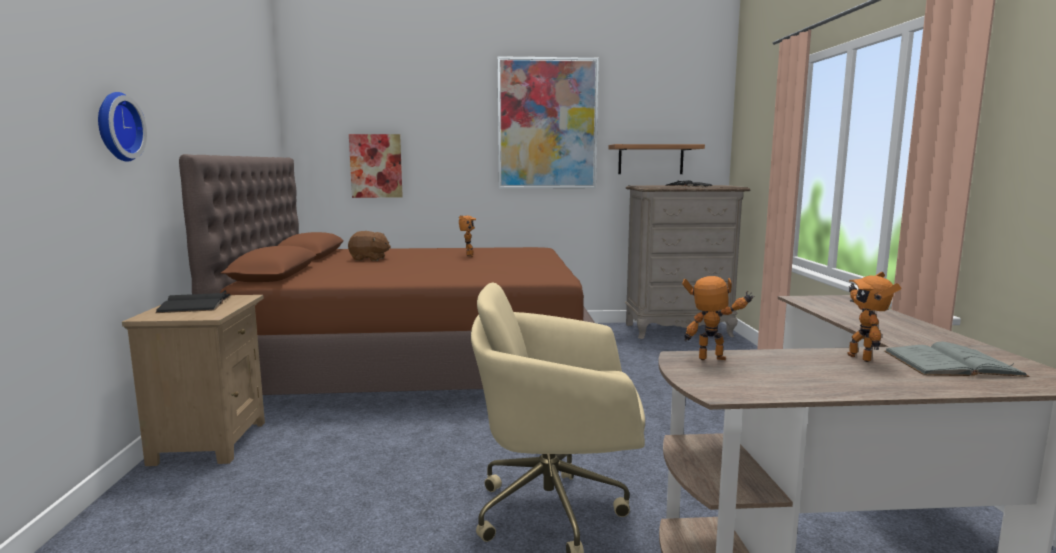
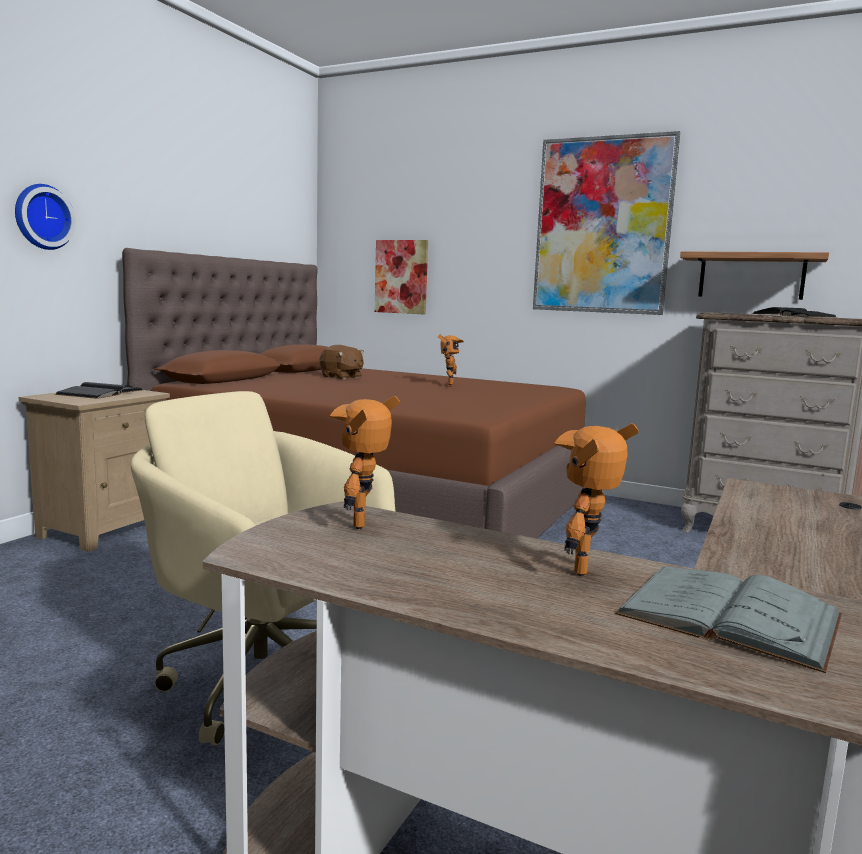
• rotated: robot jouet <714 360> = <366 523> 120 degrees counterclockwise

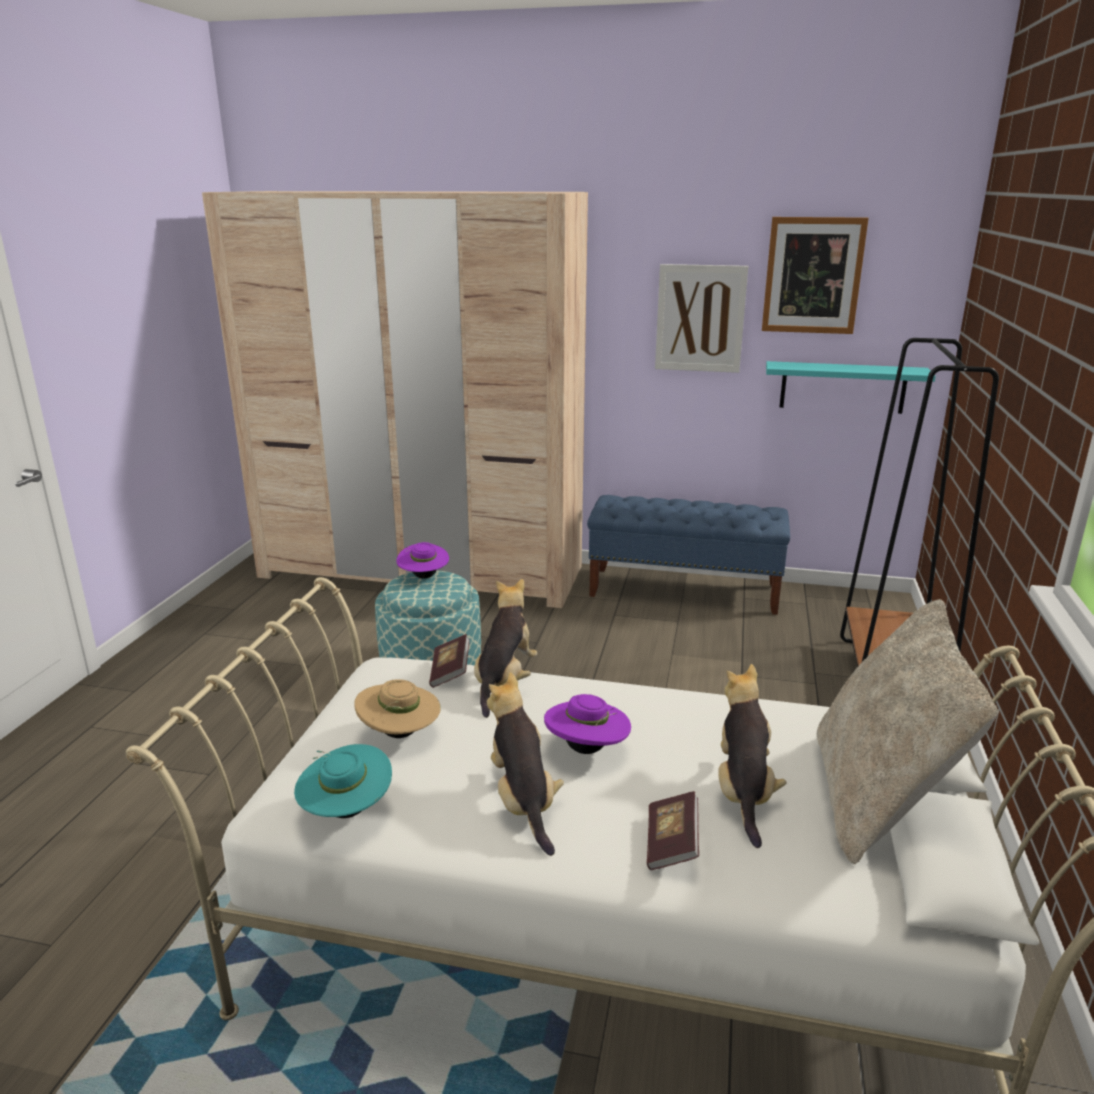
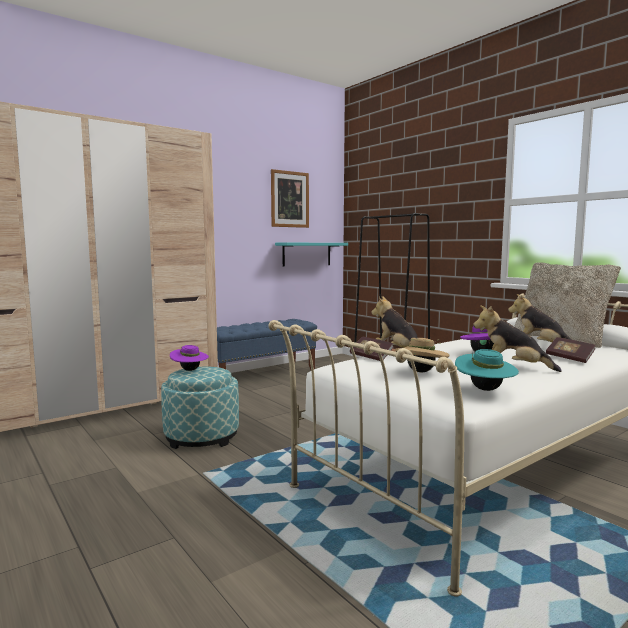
• gone: tableau <700 318>

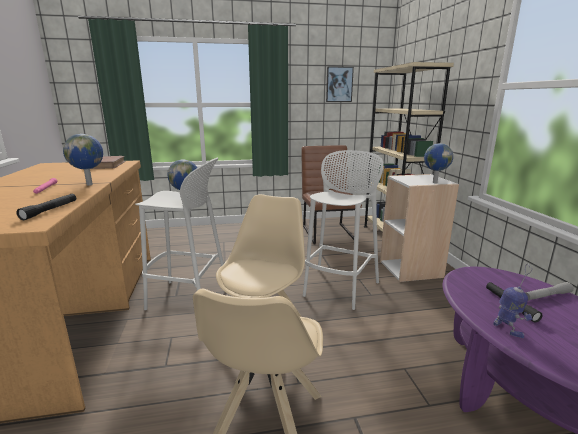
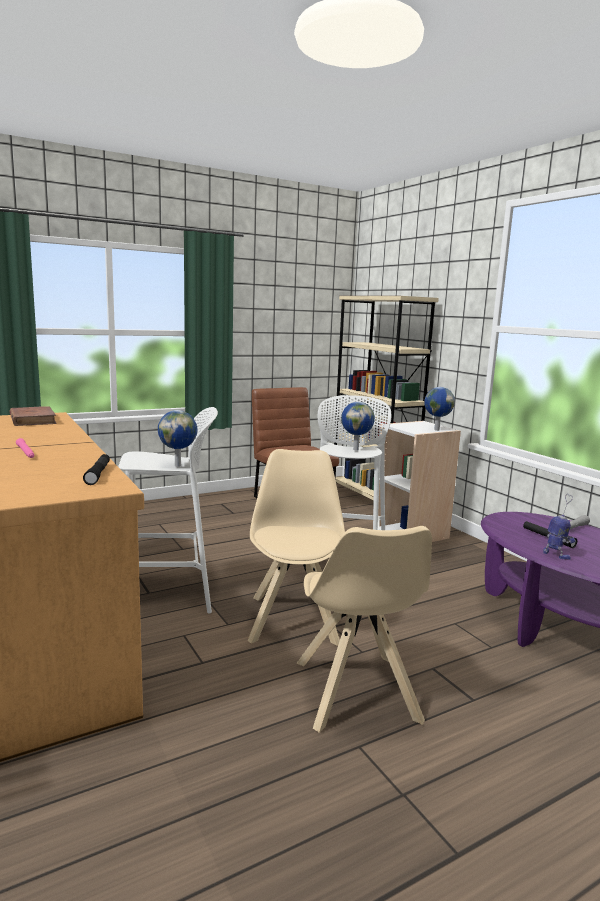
• gone: tableau <339 84>
• shifted: globe <90 184> to <356 449>

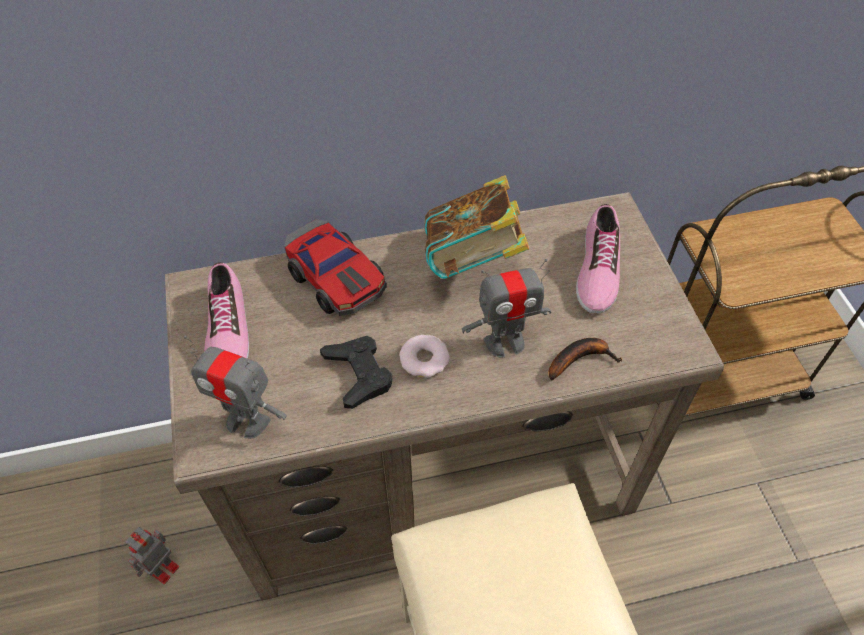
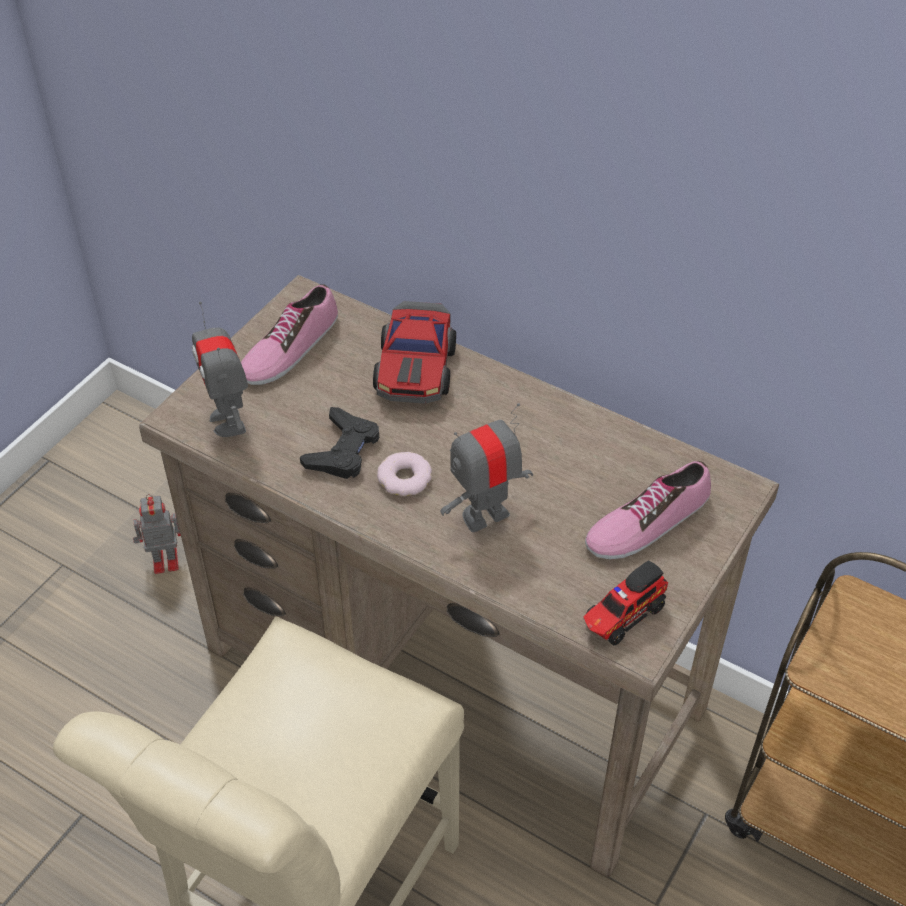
• gone: livre <473 260>
• rotated: robot jouet <505 342> = <485 516> 120 degrees clockwise
• gone: banane <580 359>
• new: camion jouet <622 616>

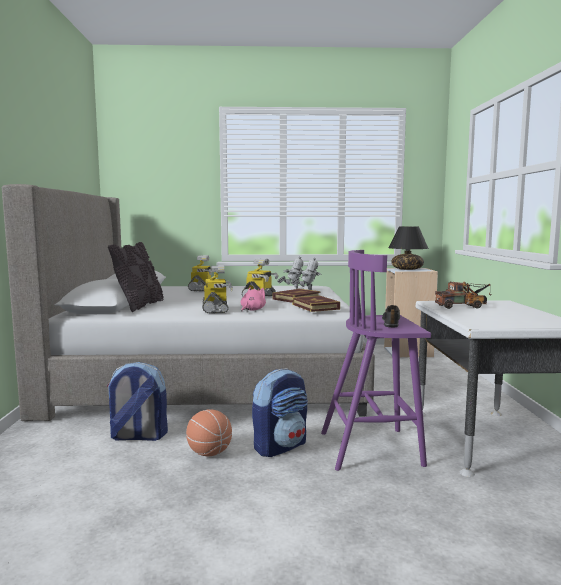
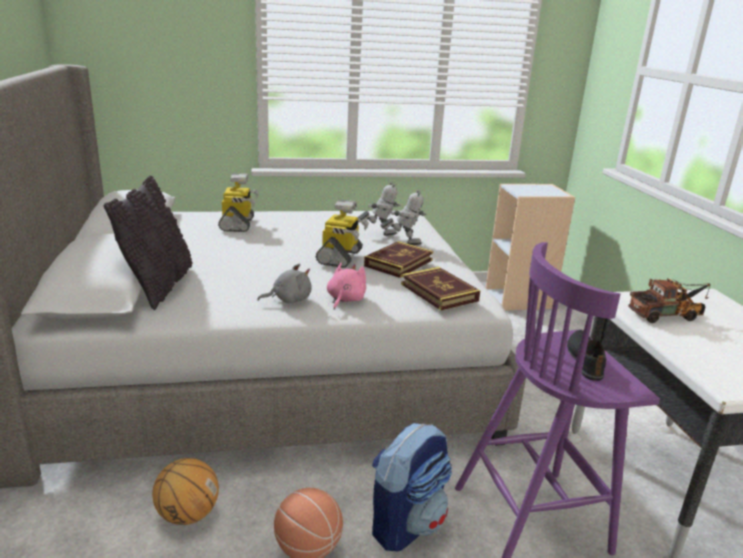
• gone: lampe de table [noir] <407 269>
• swapped: robot jouet <216 309> to peluche [gris] <289 300>
• swapped: sac à dos <138 436> to ballon de basket <187 515>

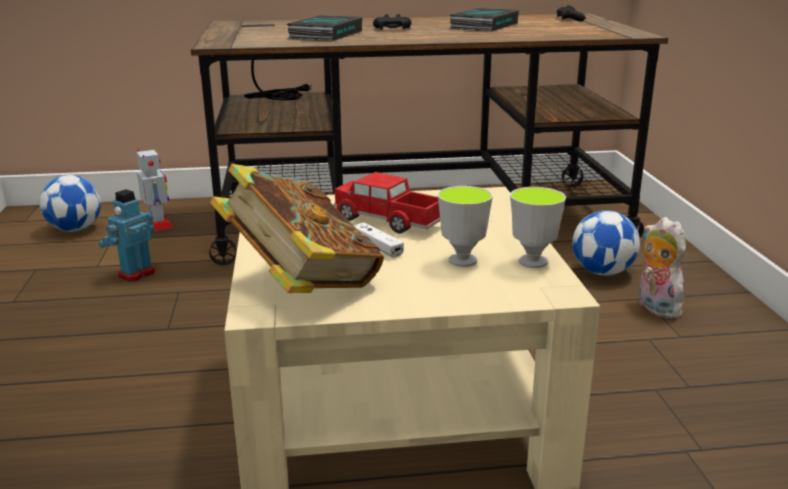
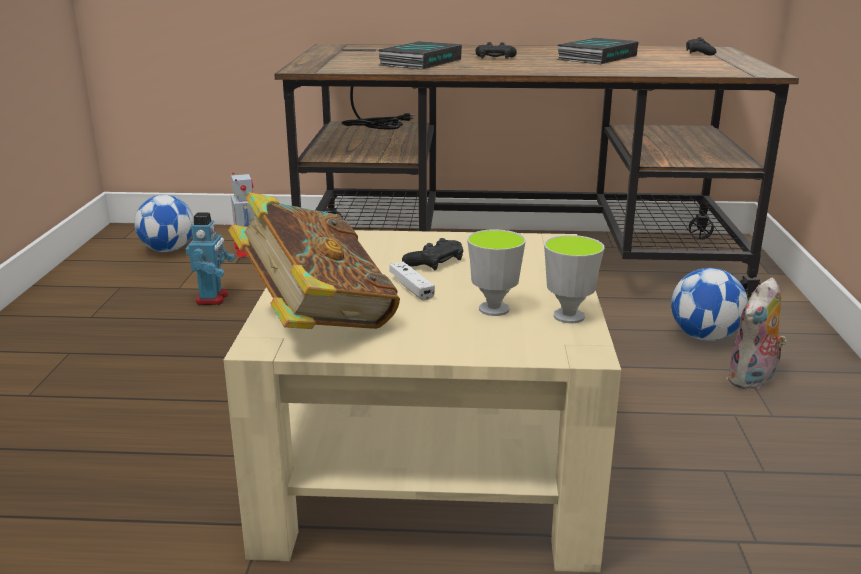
• swapped: camion jouet <388 221> to manette [noir] <434 262>
• rotated: robot jouet <135 273> = <213 298> 135 degrees clockwise
• rotated: peluche <654 308> = <752 381> 120 degrees counterclockwise

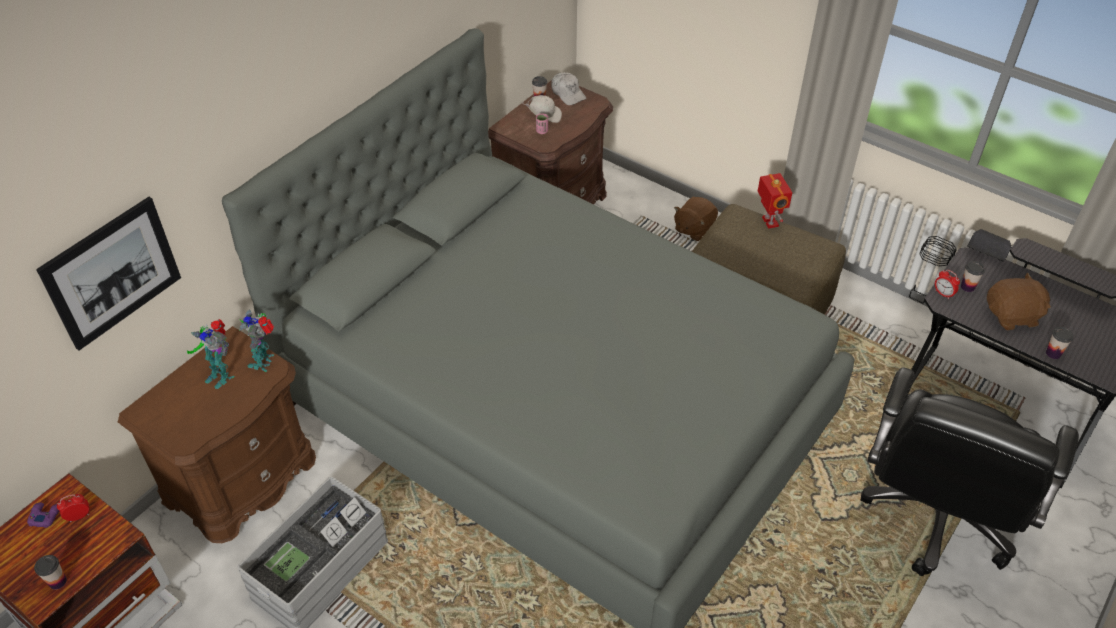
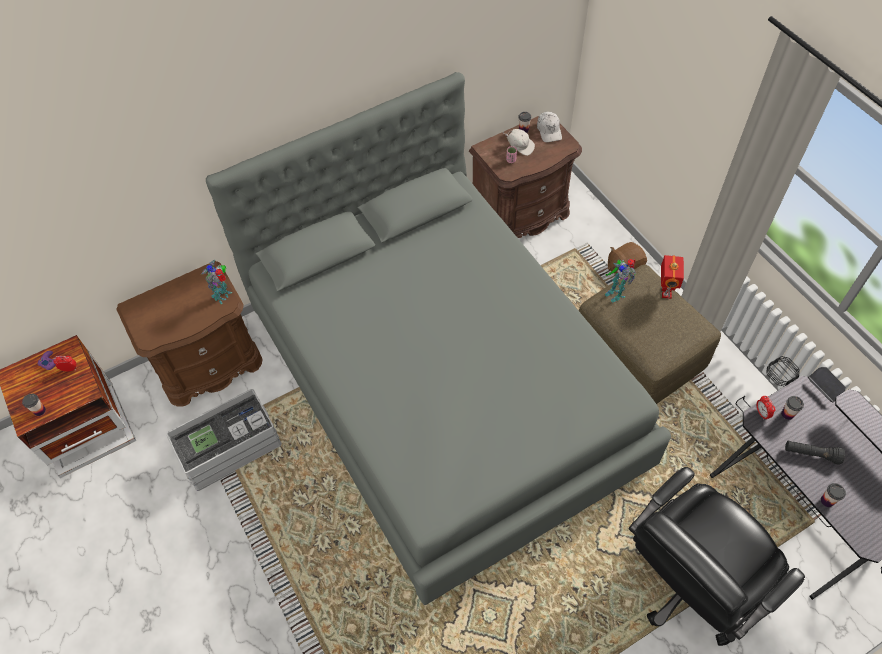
• gone: tableau <112 273>
• swapped: peluche [marron] <1012 316> to lampe de poche [noir] <811 454>
• shifted: robot jouet <220 375> to <615 293>

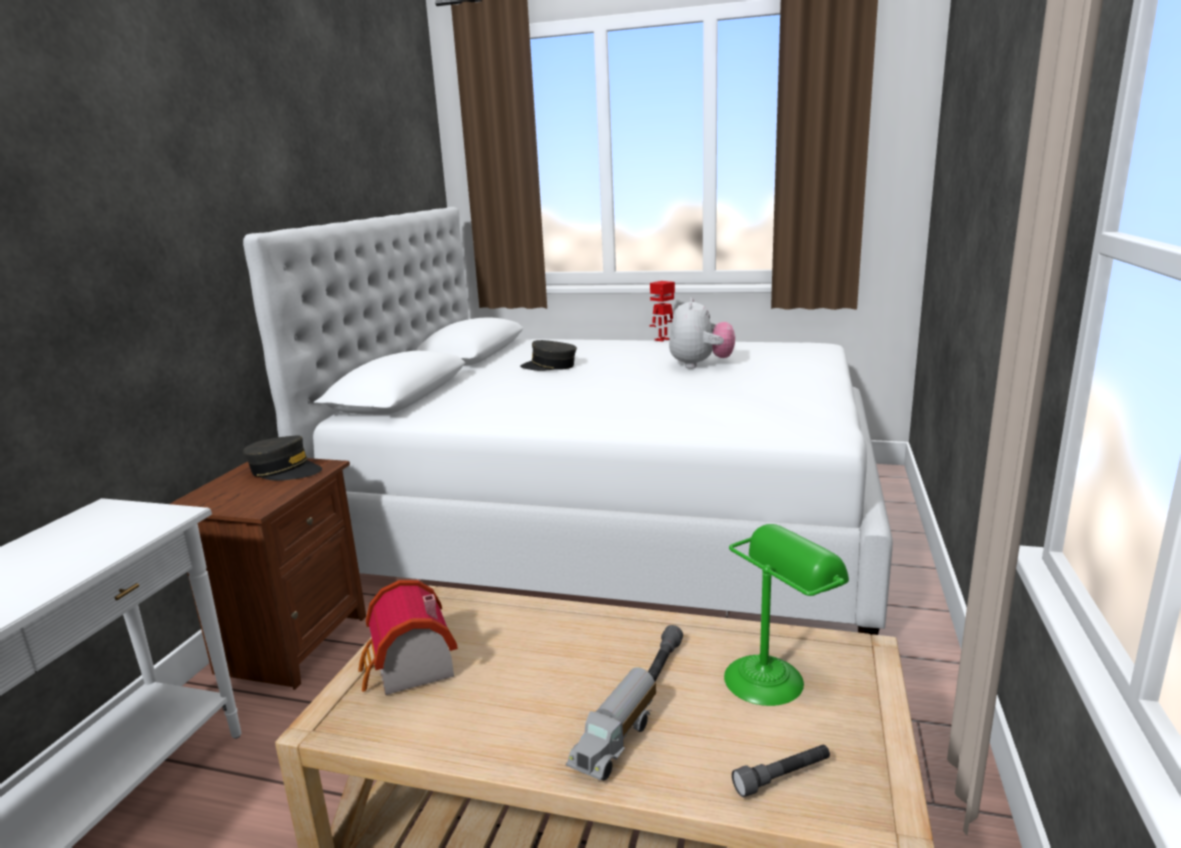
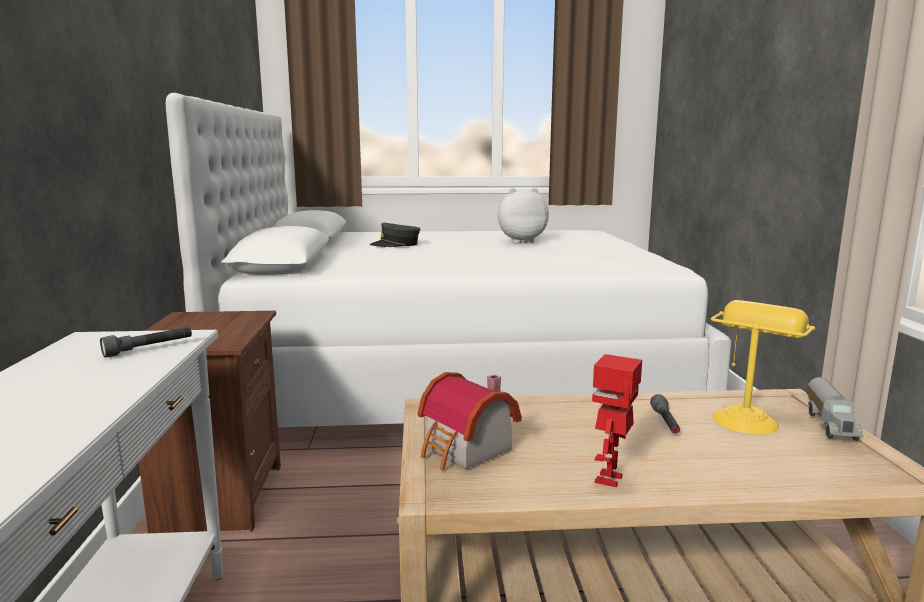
• shifted: robot jouet <662 340> to <610 479>
• rotated: peluche <700 365> = <520 241> 90 degrees counterclockwise
• gone: casquette [gris] <284 471>
• repainted: lampe de table [vert] <774 672> to lampe de table [jaune] <747 416>
• shifted: camion jouet <616 742> to <831 424>
• shifted: lampe de poche [gris] <782 777> to <149 349>

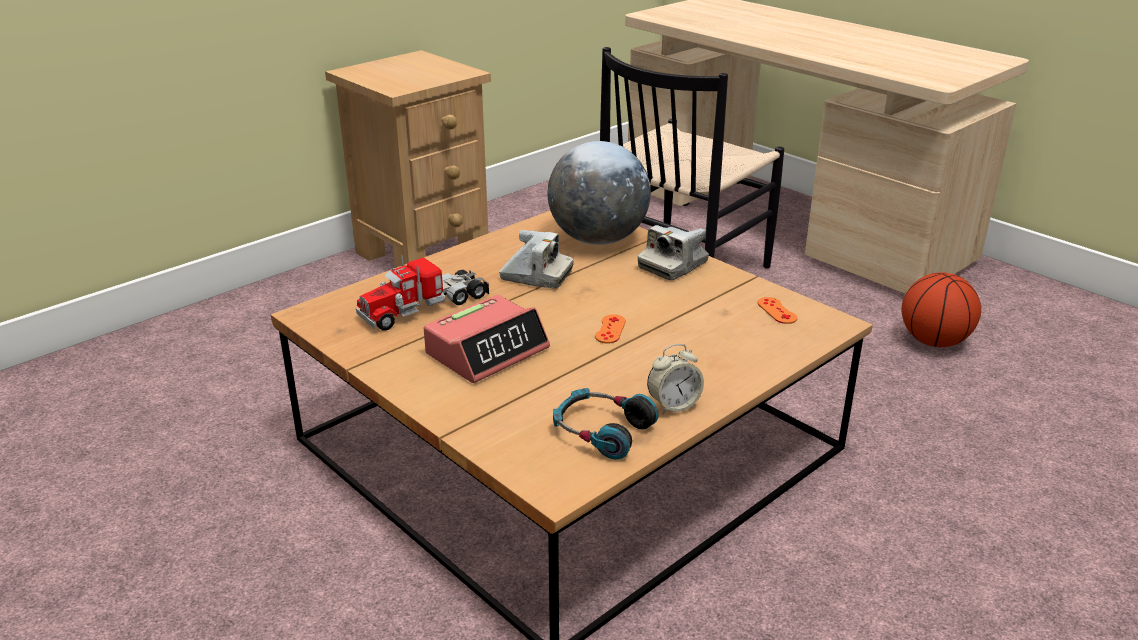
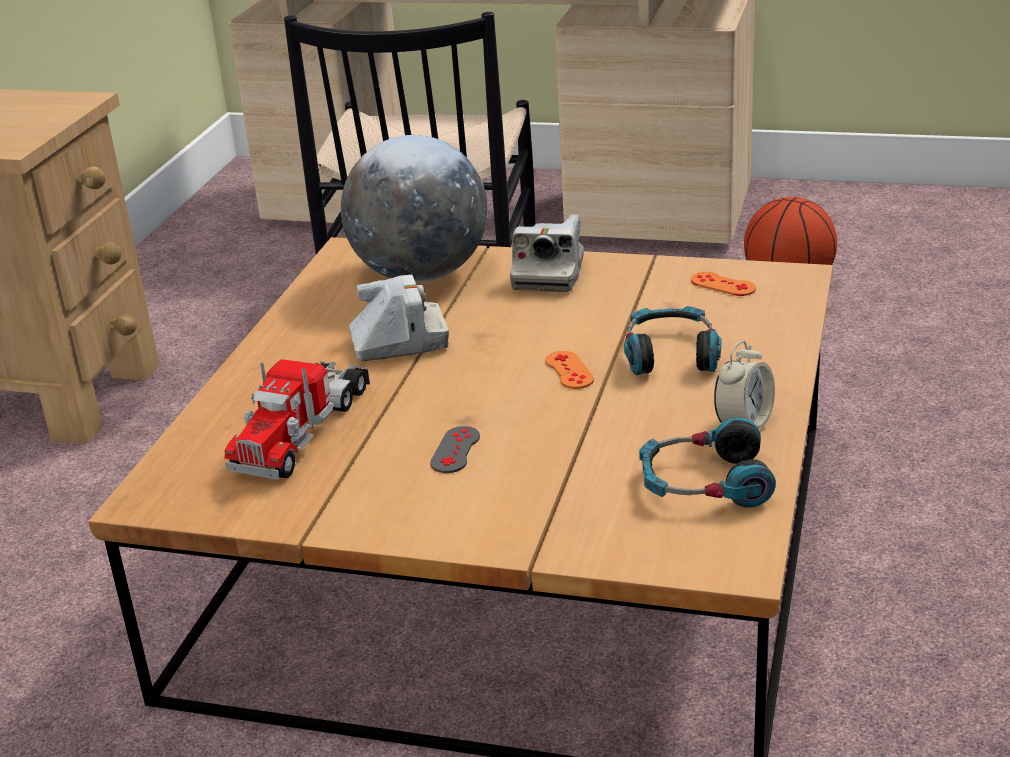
• swapped: réveil <487 351> to manette [gris] <455 450>
• new: casque audio <671 353>

